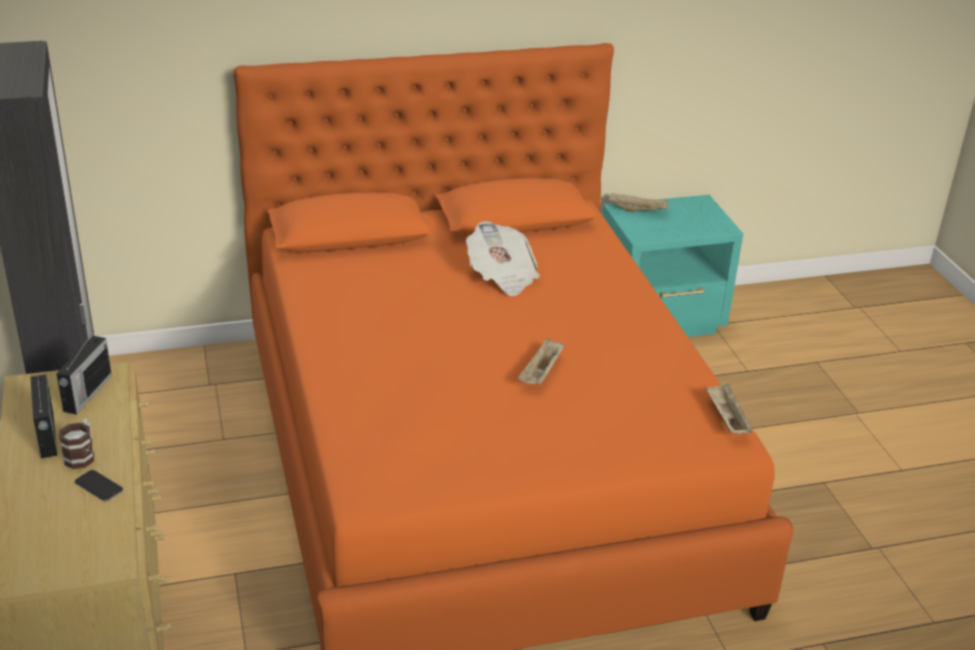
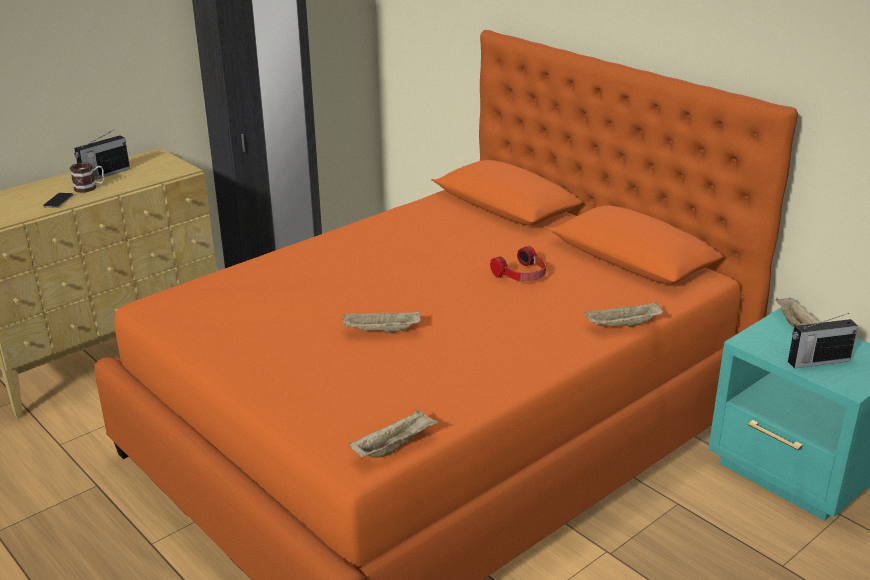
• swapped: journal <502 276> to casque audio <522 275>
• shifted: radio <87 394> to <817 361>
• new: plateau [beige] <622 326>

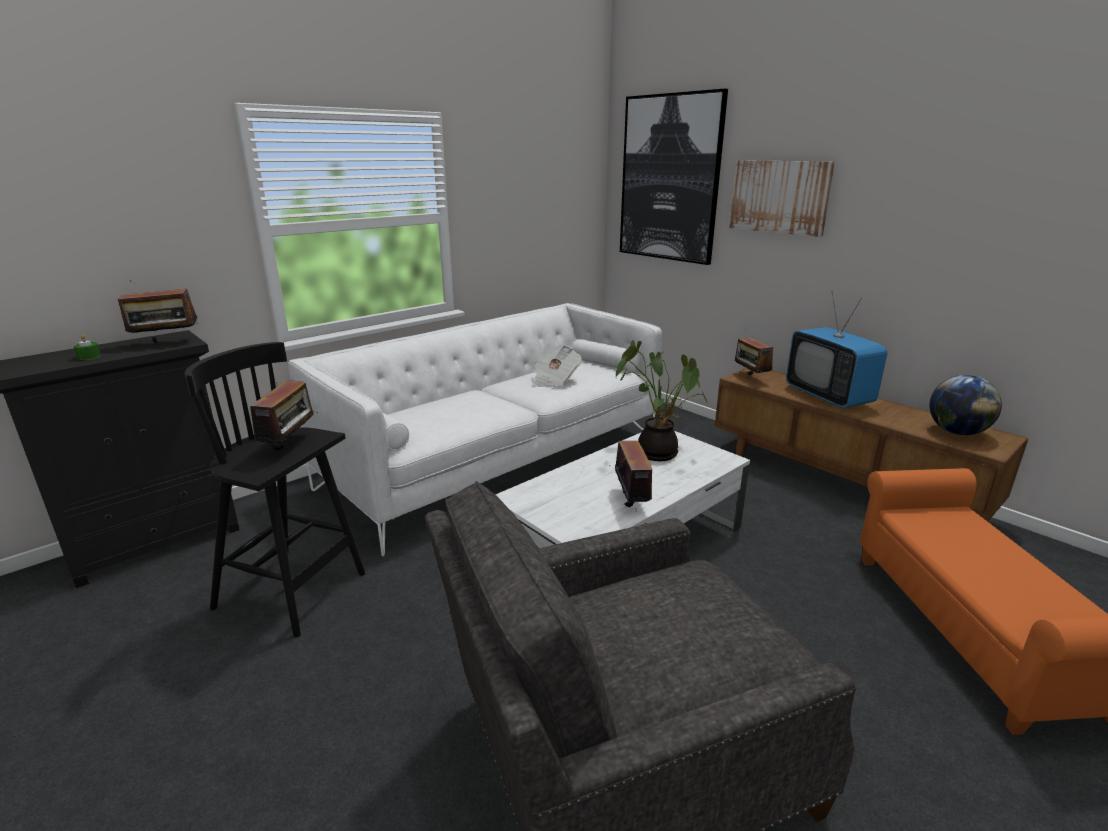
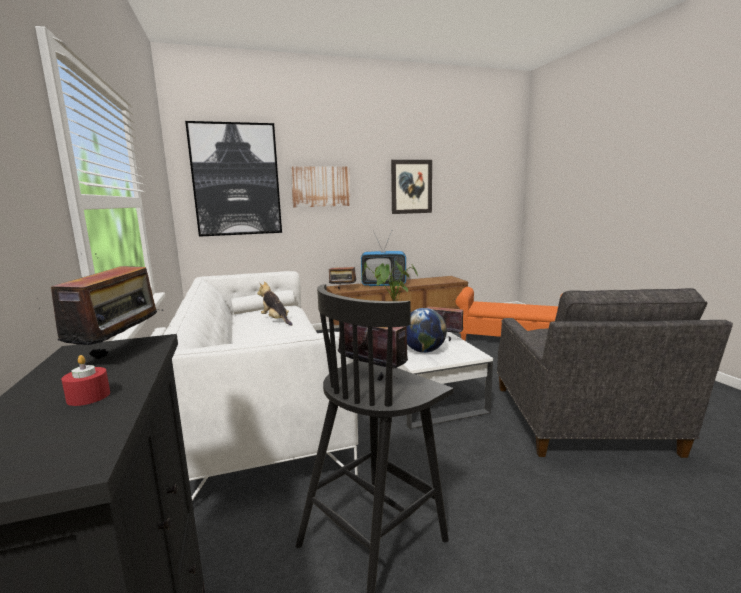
• repainted: bougie [vert] <89 357> to bougie [rouge] <88 396>
• swapped: journal <554 380> to peluche <276 320>
• shifted: globe <956 432> to <423 351>
• new: tableau <411 187>

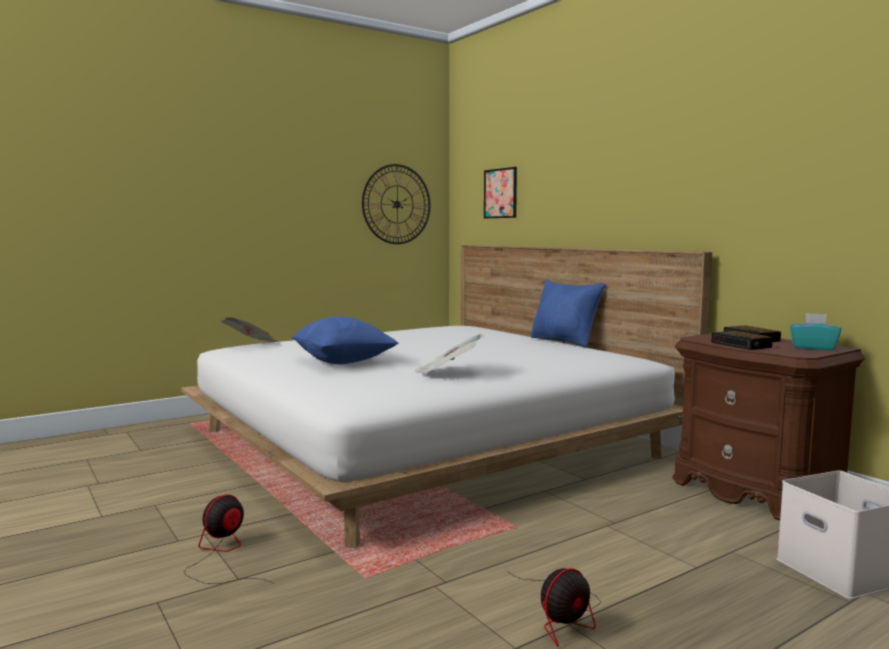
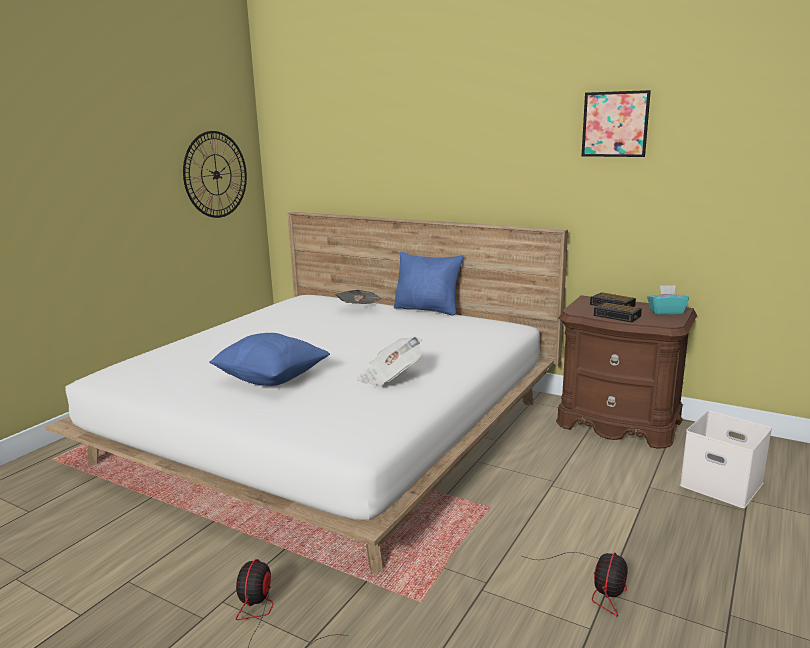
• shifted: tableau <500 193> to <615 124>
• shifted: journal <251 345> to <359 310>

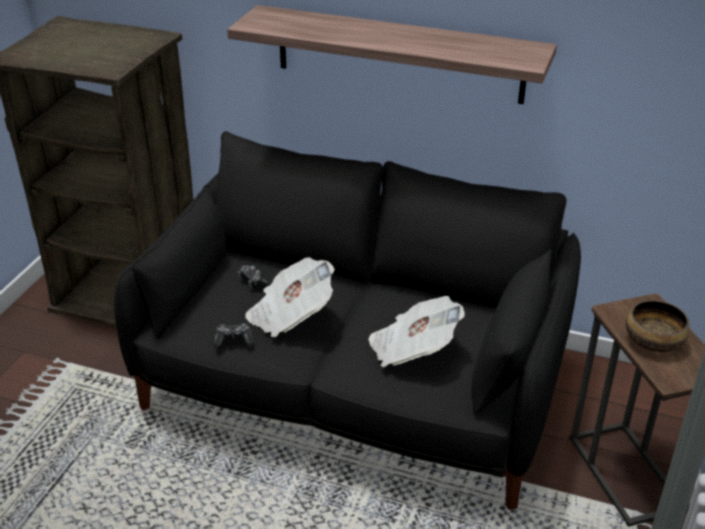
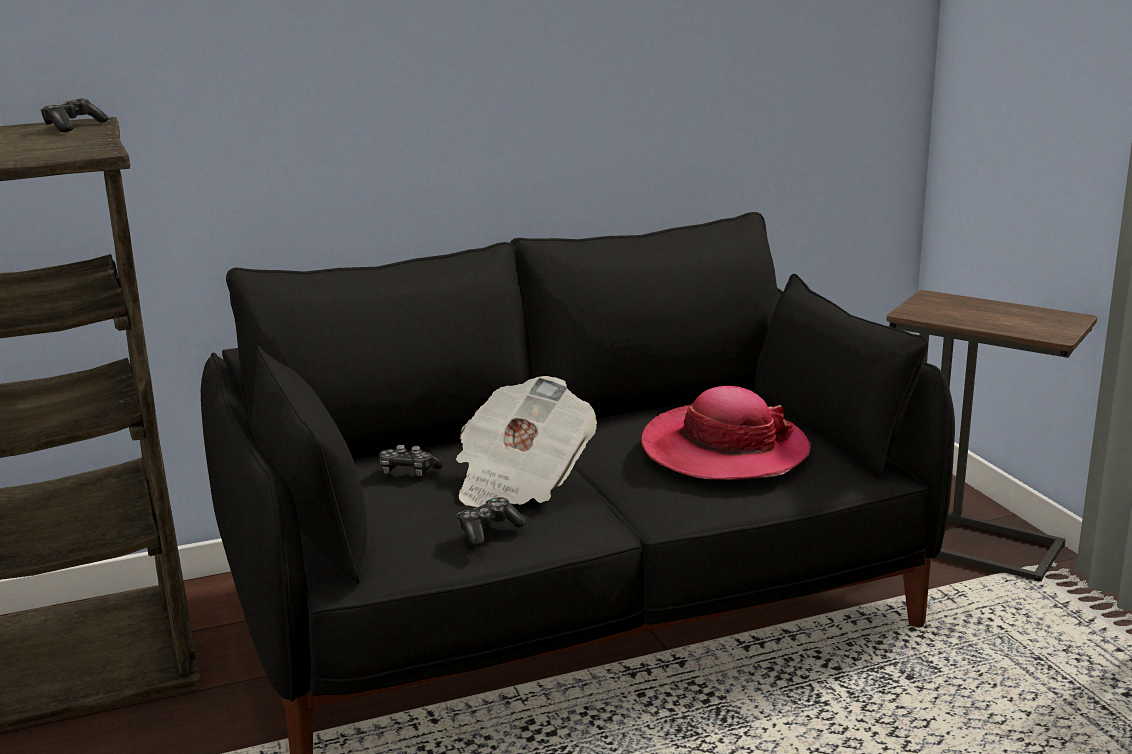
• gone: étagère <399 54>
• swapped: journal <412 349> to chapeau <724 450>
• gone: bol <653 340>
• new: manette <73 126>

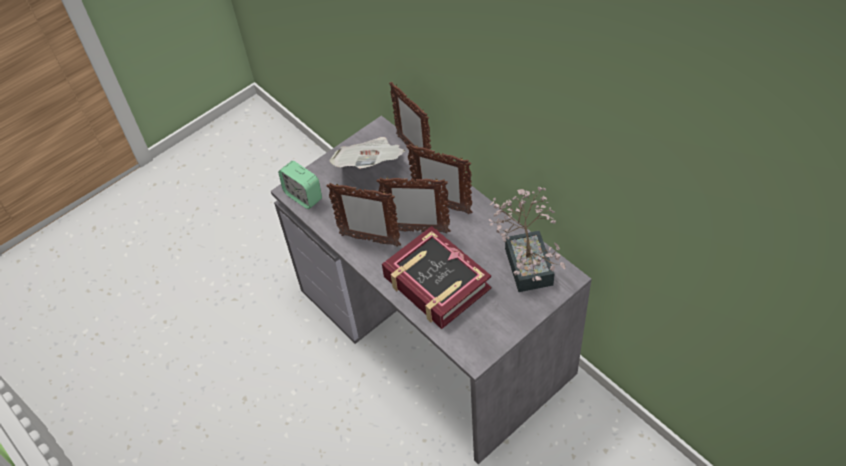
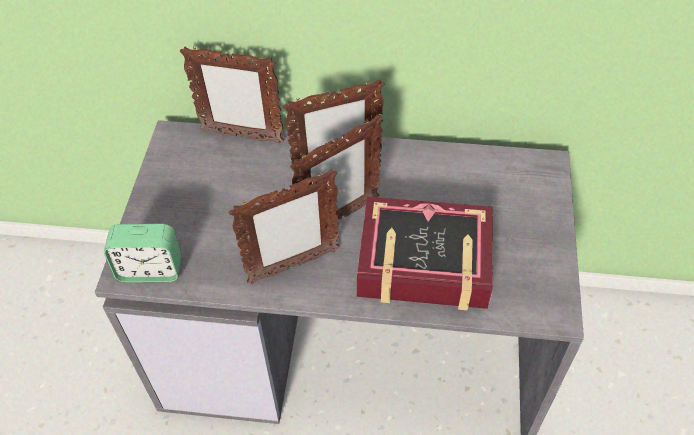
• gone: journal <370 166>
• gone: plante en pot <527 260>

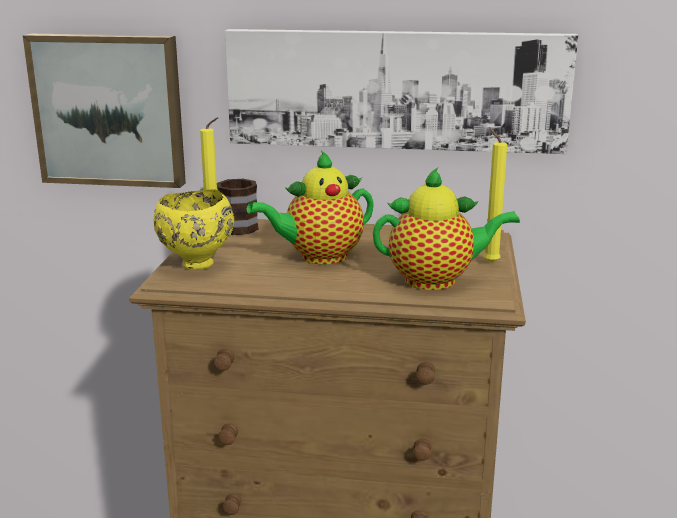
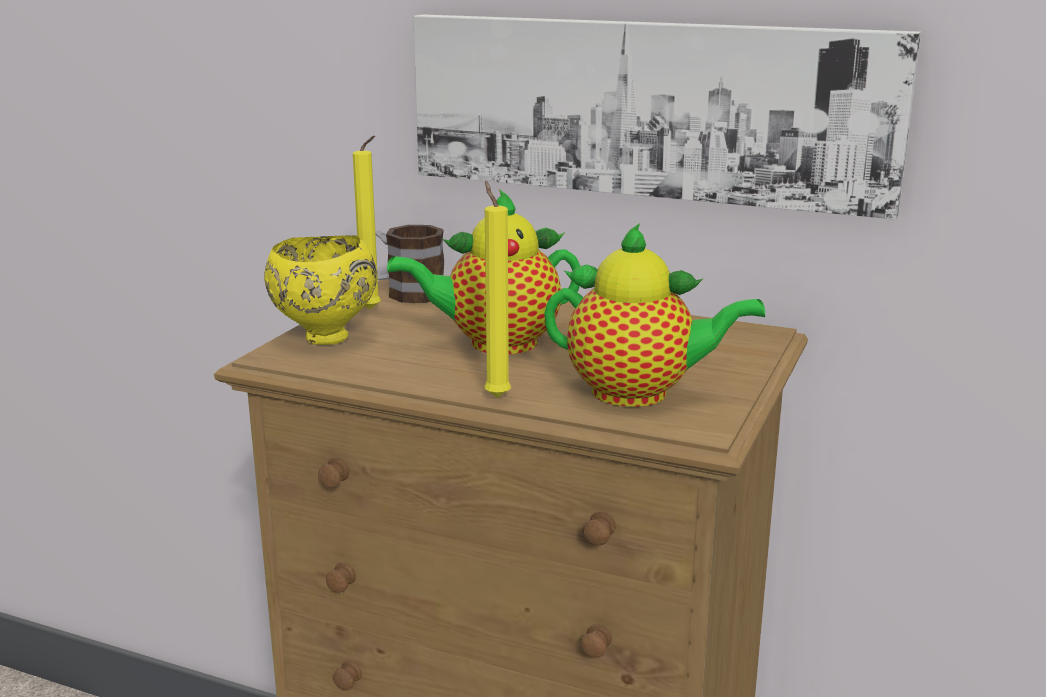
• gone: tableau <110 109>
• shifted: bougie [jaune] <489 262> to <496 396>

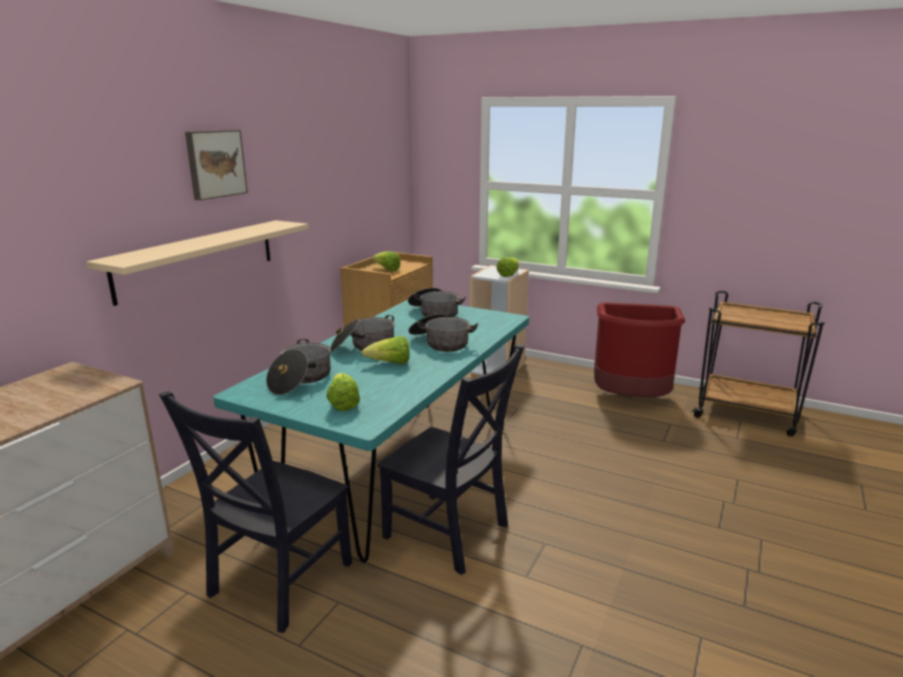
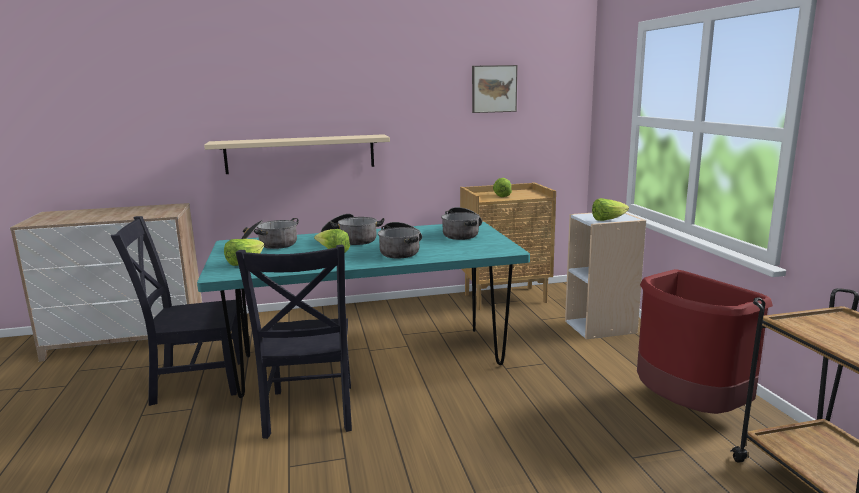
• shifted: tableau <215 163> to <493 89>

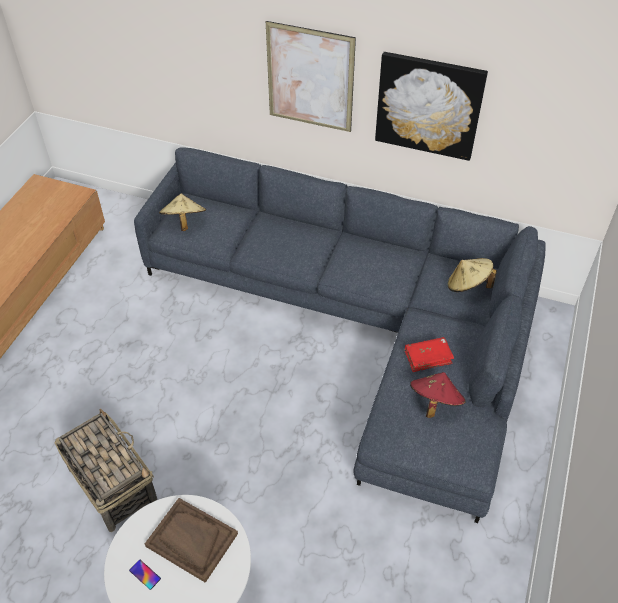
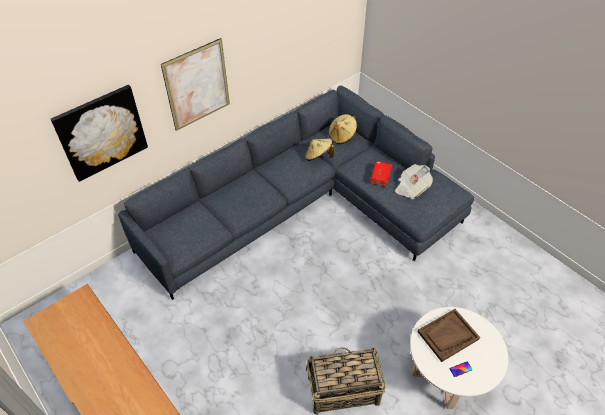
• shifted: tableau <428 105> to <101 132>
• shifted: chapeau [beige] <184 222> to <318 157>
• swapped: chapeau [rouge] <434 402> to journal <411 188>

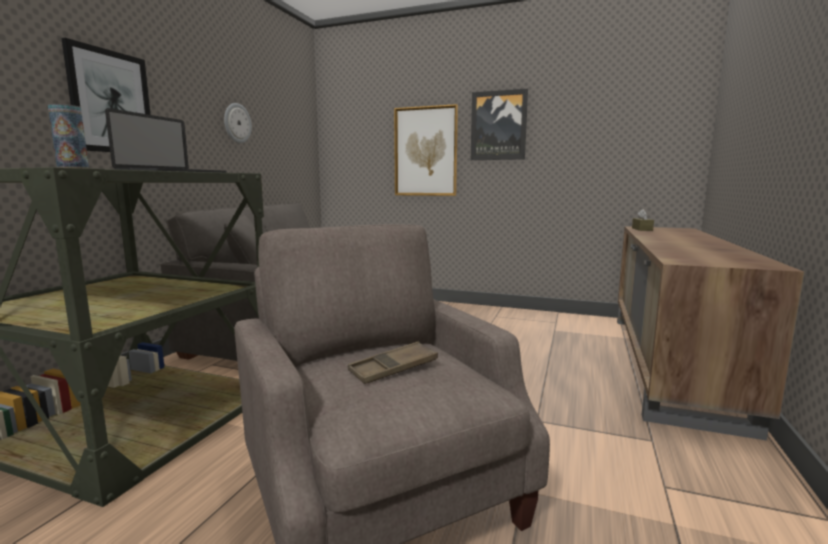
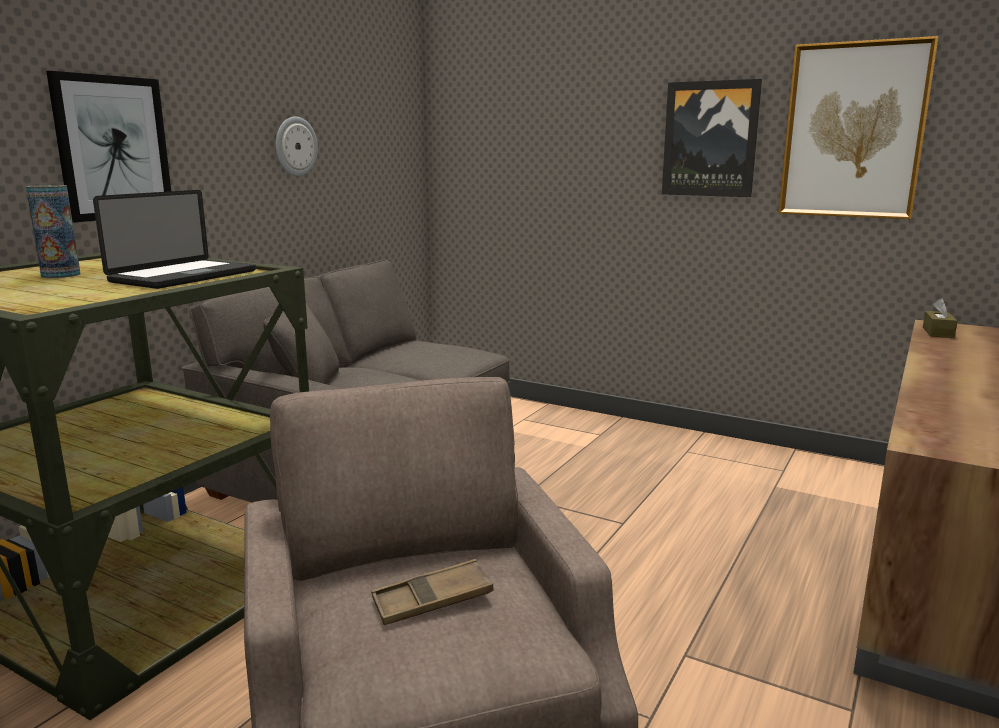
• shifted: tableau <425 152> to <853 131>

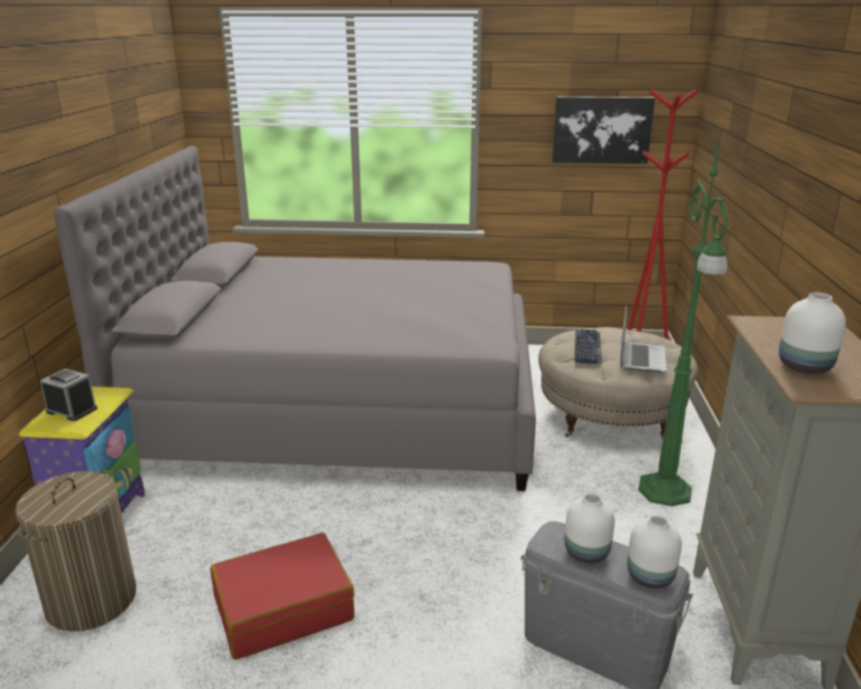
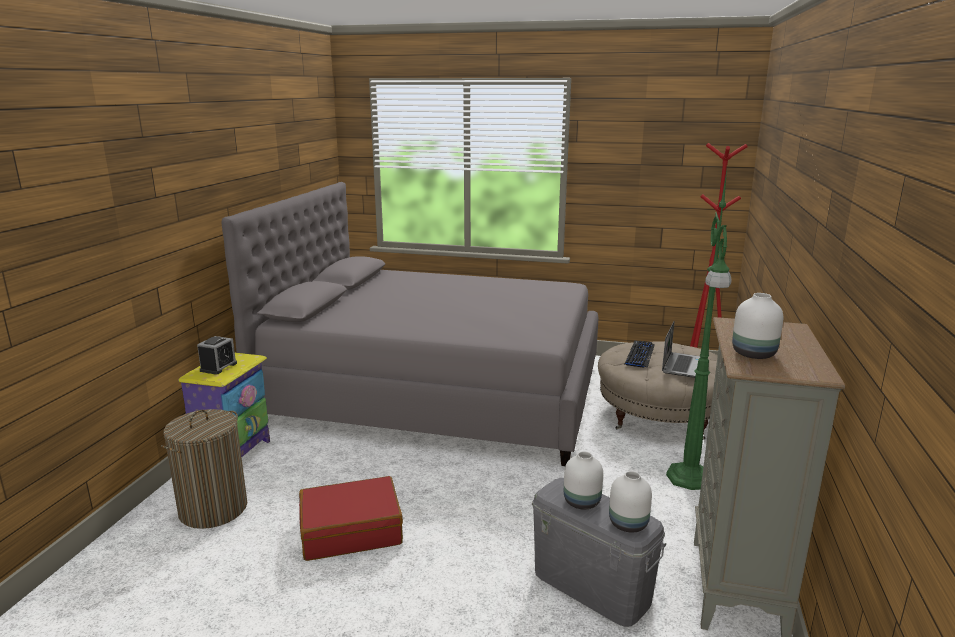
• gone: tableau <601 130>
• rotated: réveil <72 410> = <218 367> 75 degrees clockwise

